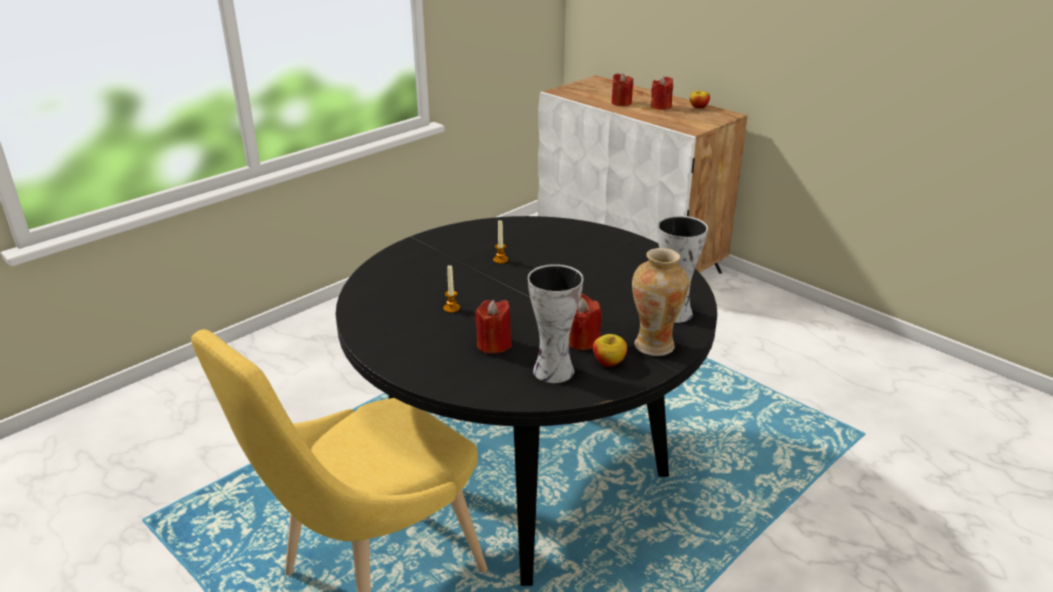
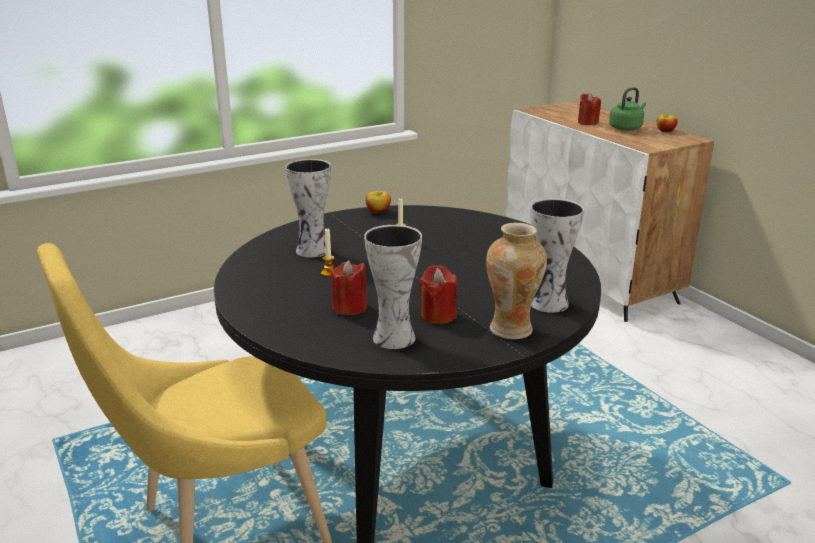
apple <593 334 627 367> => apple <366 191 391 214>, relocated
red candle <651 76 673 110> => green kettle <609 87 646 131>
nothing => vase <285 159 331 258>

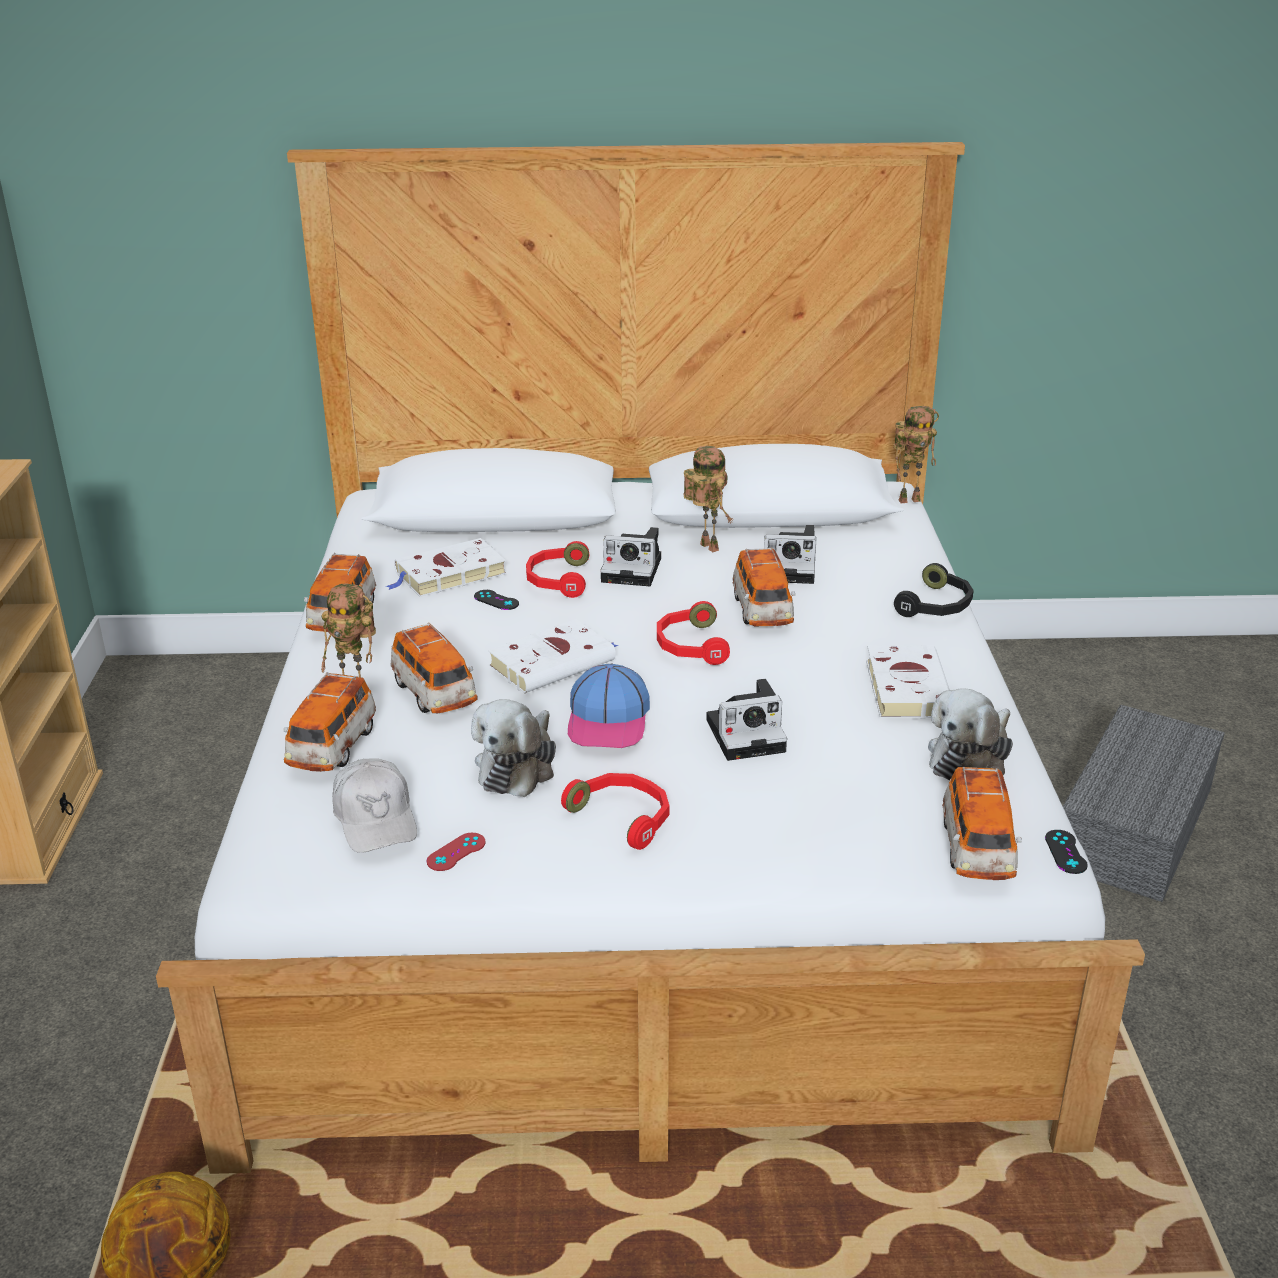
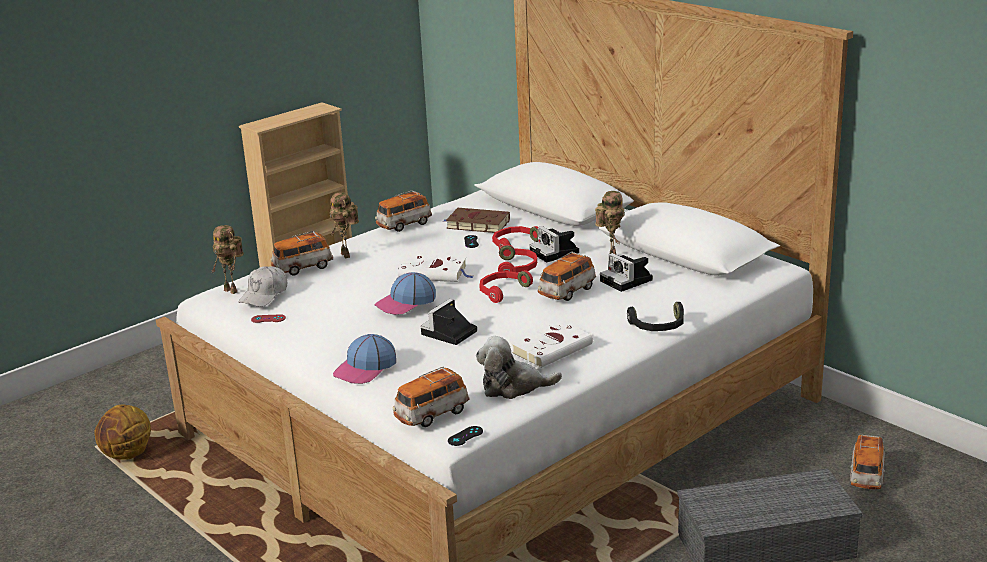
white book <386 538 507 597> => brown book <444 208 510 233>
toy car <391 622 478 714> => toy car <850 435 885 490>, relocated
plush toy <471 699 556 797> => nothing
red headphones <561 773 669 850> => red headphones <498 244 537 273>, relocated
photo camera <706 679 787 761> => photo camera <421 299 477 345>, 90 degrees clockwise
toy robot <894 406 939 503> => toy robot <211 225 244 294>, relocated
nothing => cap <333 334 396 384>

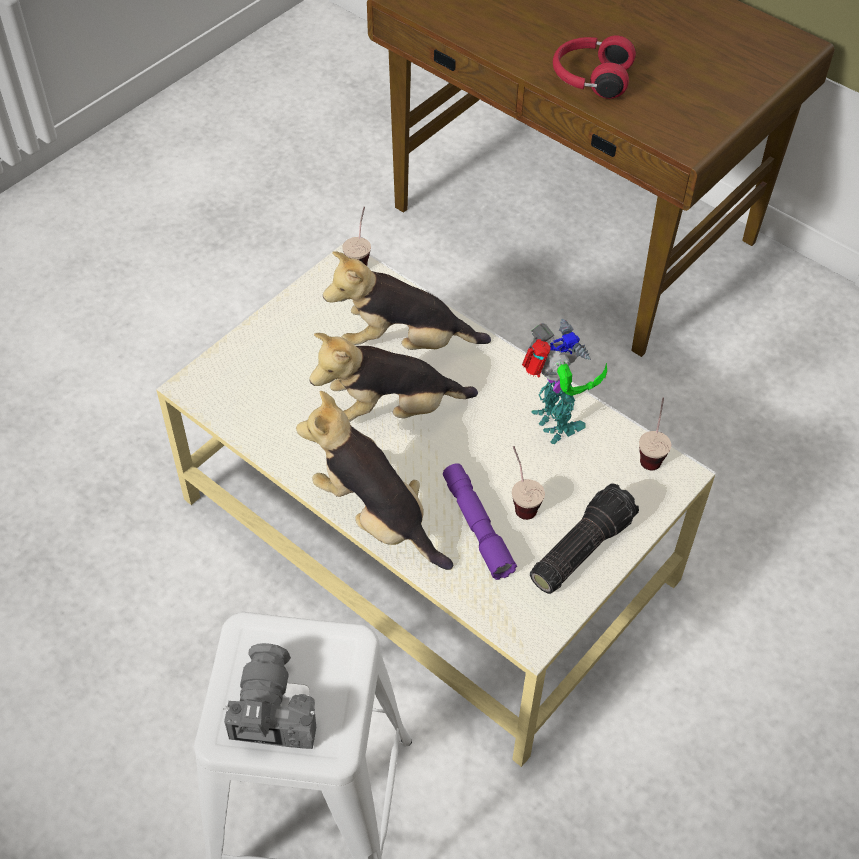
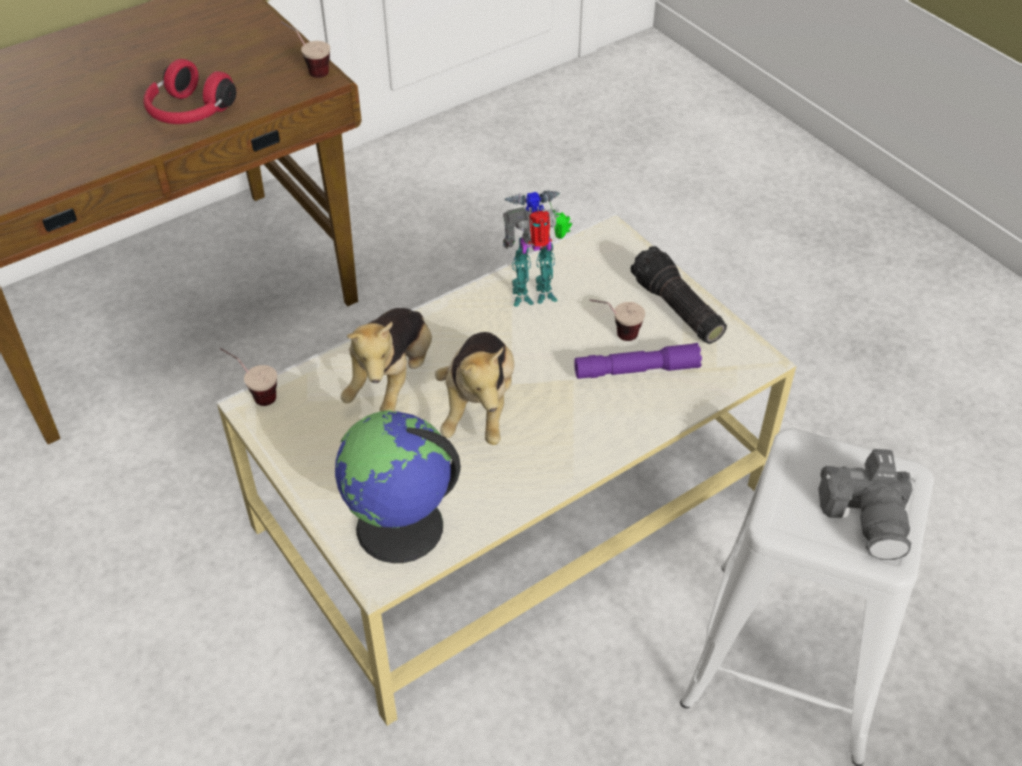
photo camera <223 643 316 749> => photo camera <818 449 915 560>, 105 degrees counterclockwise
plush toy <296 391 453 570> => nothing
cup <639 397 671 470> => cup <281 21 330 78>, relocated
nothing => globe <335 410 461 563>

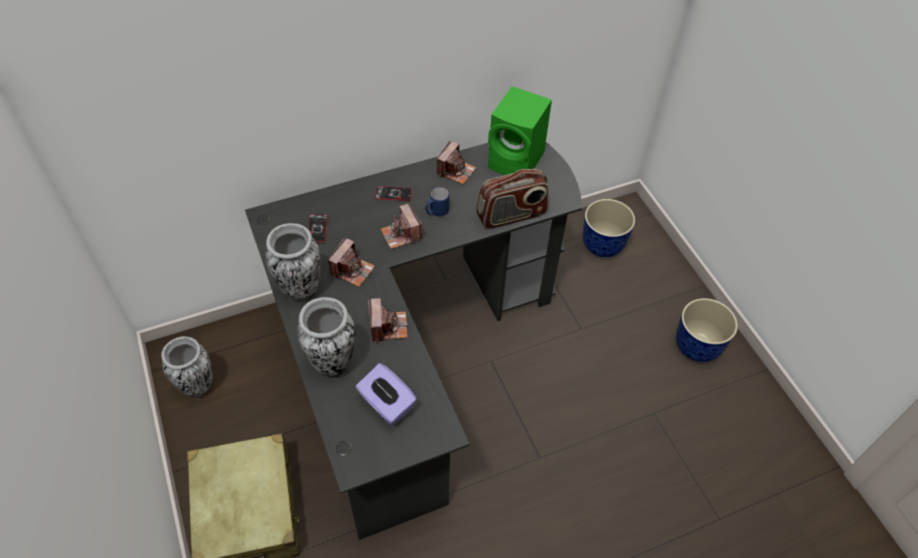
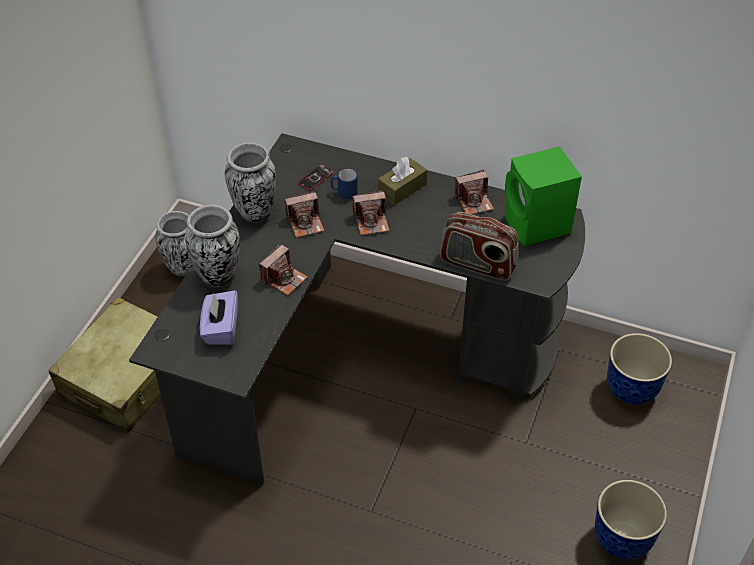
phone <375 186 412 201> => brown tissue box <378 157 427 205>
photo camera <381 204 423 249> => photo camera <352 190 389 235>, 120 degrees counterclockwise
blue mug <425 187 449 216> => blue mug <331 169 358 199>, relocated

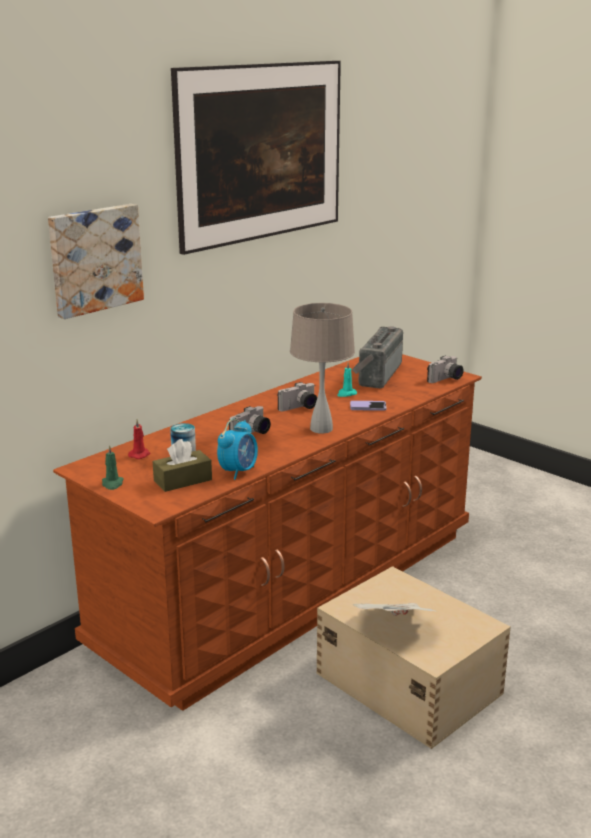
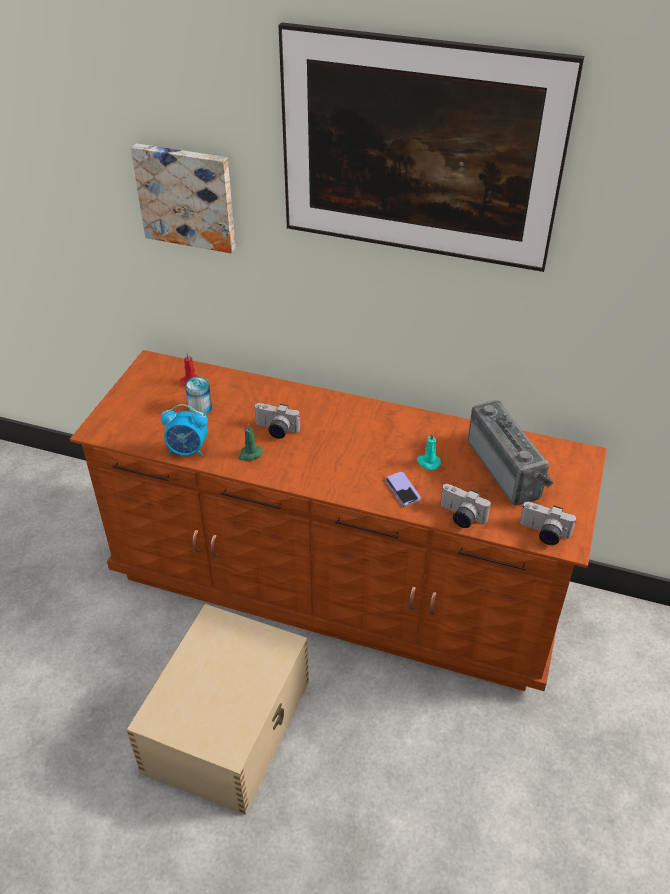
green candle <102 445 124 490> => green candle <238 423 263 461>, relocated
brown tissue box <153 439 212 492> => nothing
photo camera <277 382 317 411> => photo camera <441 484 491 528>, relocated
beige table lamp <290 303 355 433> => nothing
radio <352 326 403 388> => radio <468 400 554 505>, 75 degrees clockwise
newspaper <353 603 435 616> => nothing

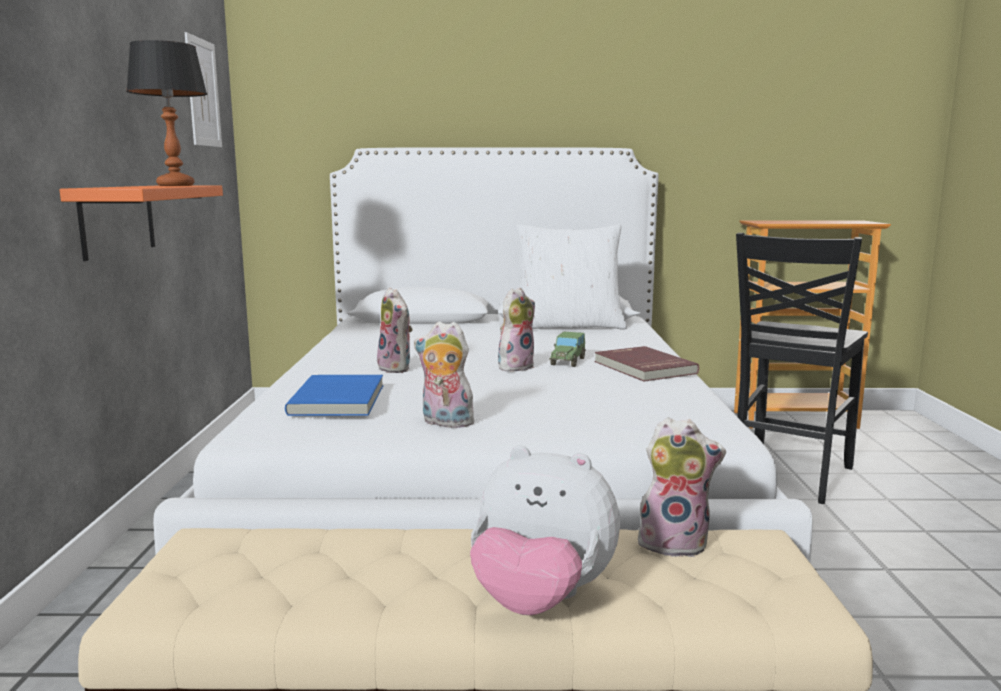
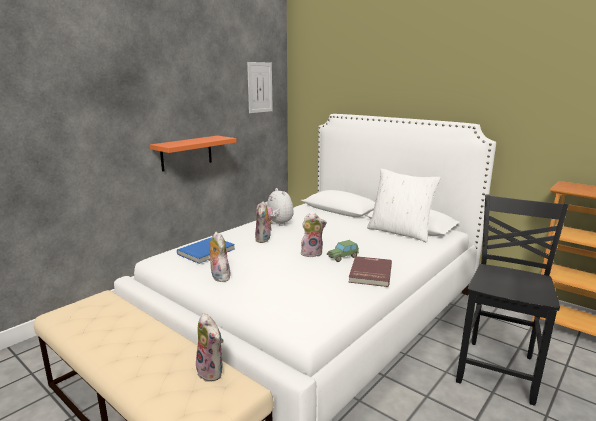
table lamp <126 40 207 186> => nothing
plush toy <470 445 620 615> => plush toy <256 188 294 226>, relocated
black chair <736 233 868 504> => black chair <456 195 569 406>, 135 degrees clockwise

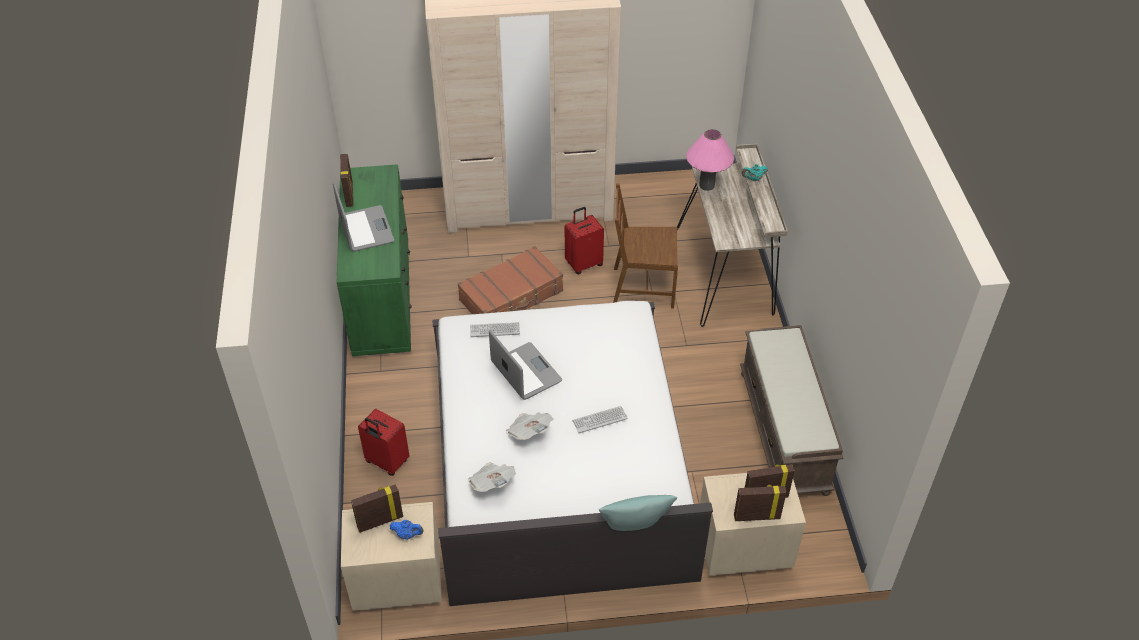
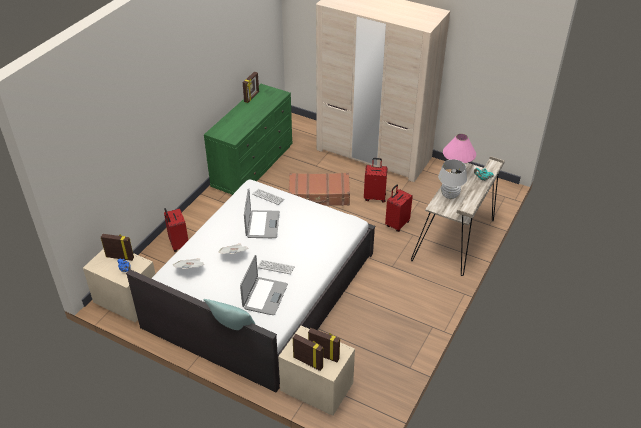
laptop <333 182 394 252> => laptop <240 255 288 315>, relocated
brown chair <613 183 678 308> => red suitcase <385 185 413 232>
brown bench <740 325 844 496> => nothing
nothing => white table lamp <438 159 467 199>

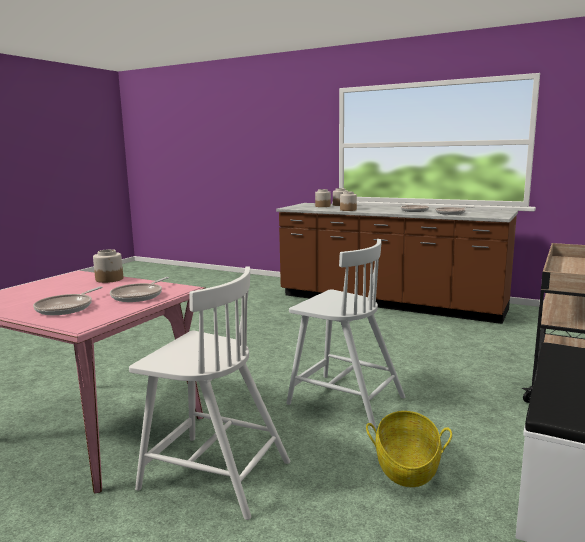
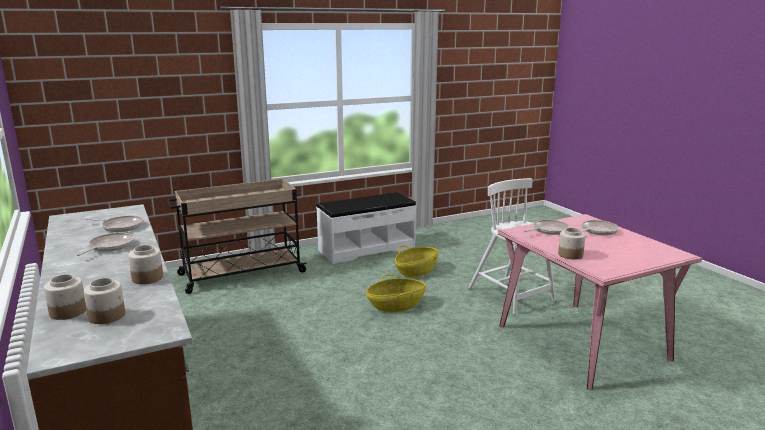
white chair <286 239 405 429> => basket <366 274 426 312>

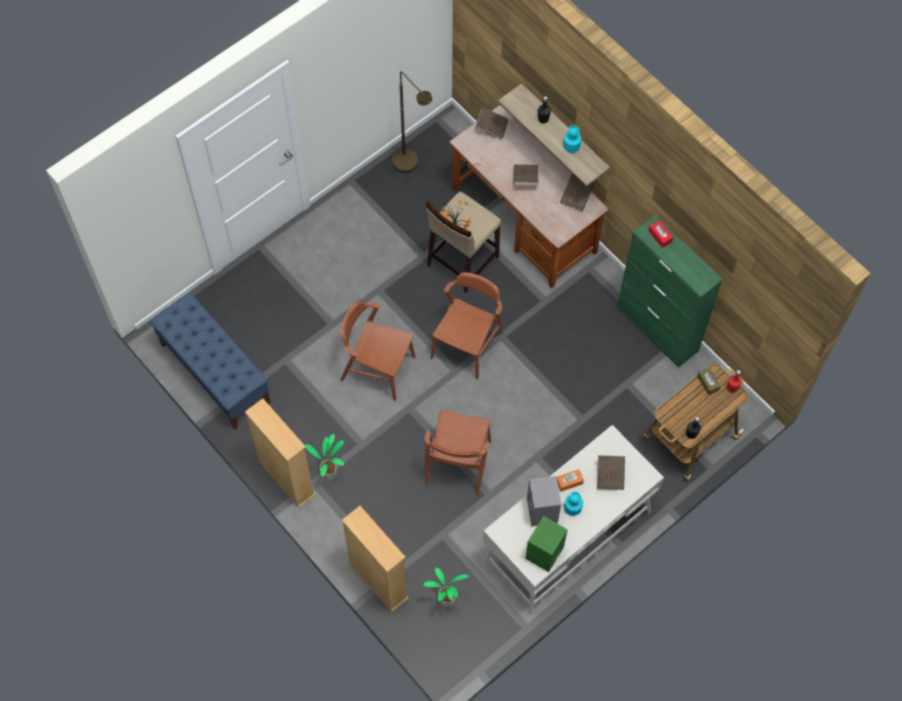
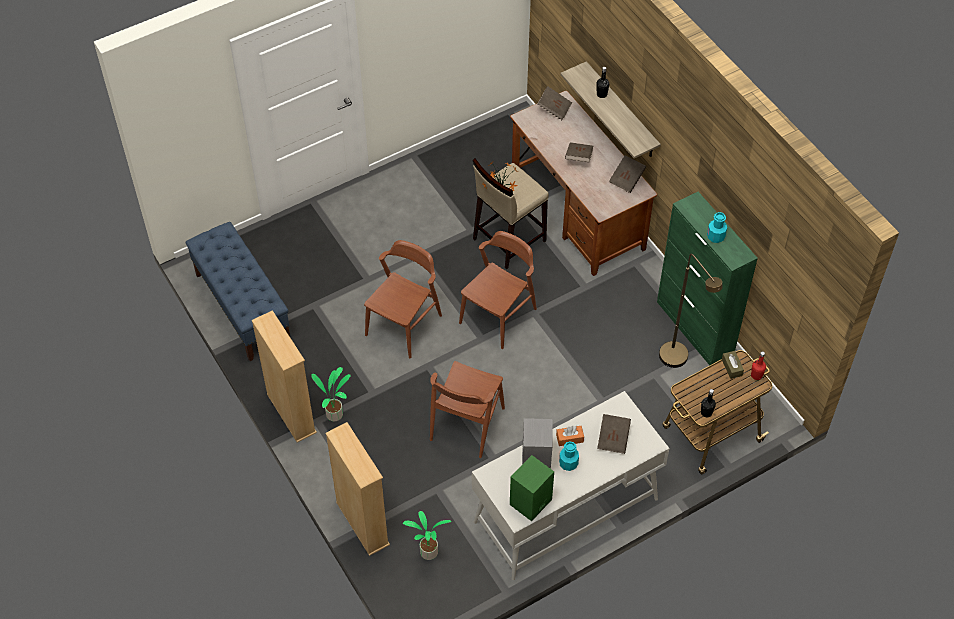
brown chair <341 301 415 401> => brown chair <364 240 442 358>, 90 degrees clockwise
brown floor lamp <392 72 432 173> => brown floor lamp <659 253 723 368>, relocated
turquoise bottle <563 126 581 153> => turquoise bottle <707 212 727 243>, relocated
red tissue box <649 220 673 248> => nothing

